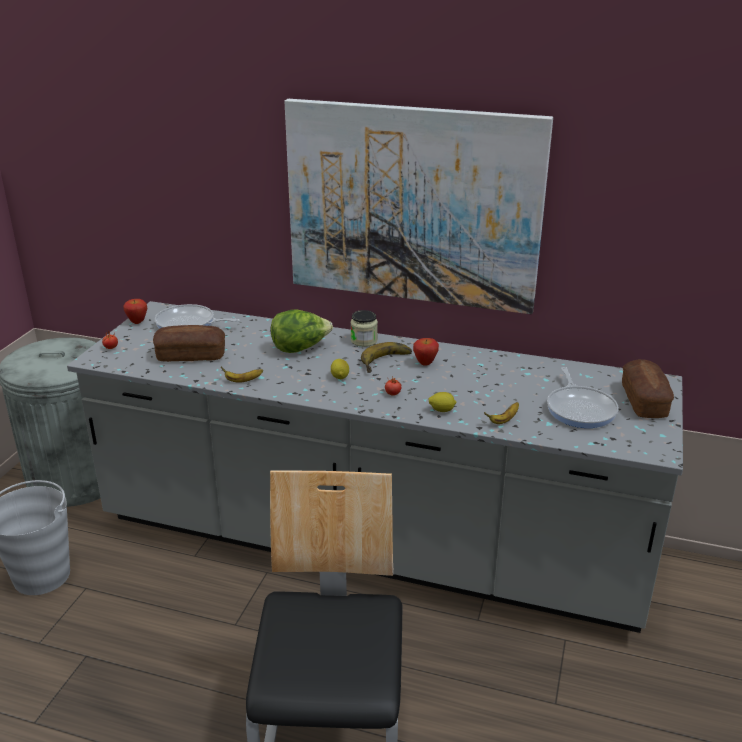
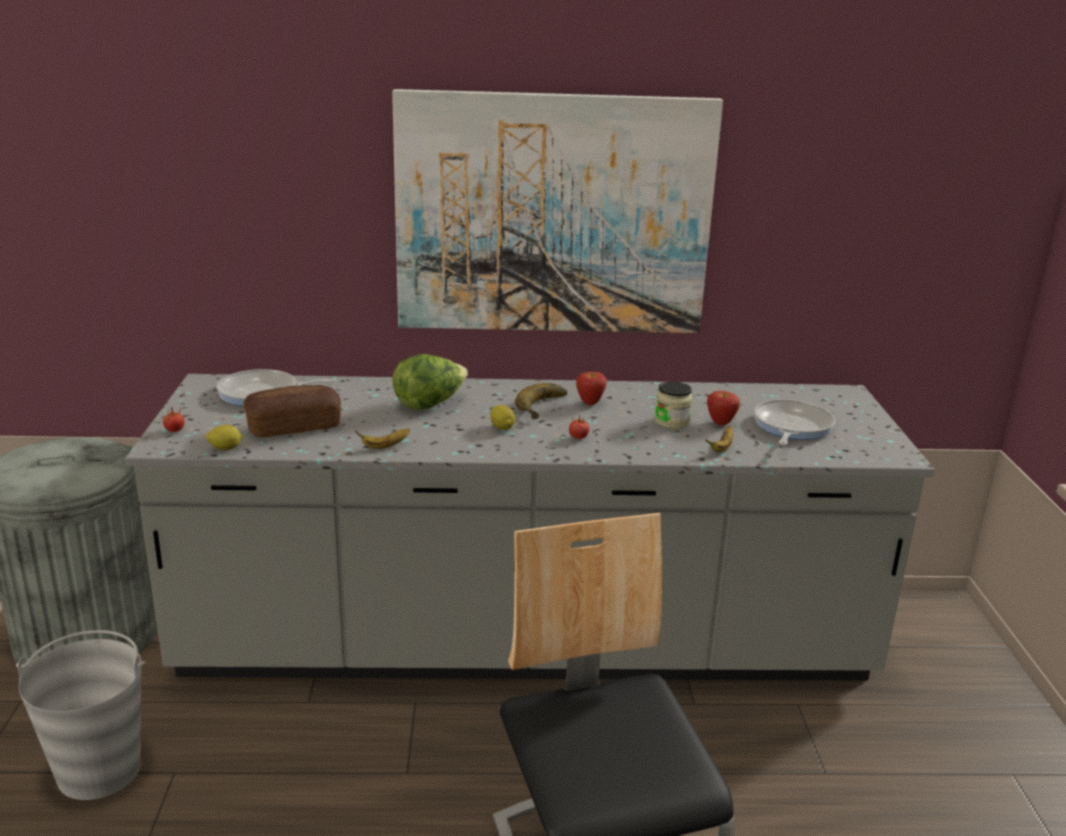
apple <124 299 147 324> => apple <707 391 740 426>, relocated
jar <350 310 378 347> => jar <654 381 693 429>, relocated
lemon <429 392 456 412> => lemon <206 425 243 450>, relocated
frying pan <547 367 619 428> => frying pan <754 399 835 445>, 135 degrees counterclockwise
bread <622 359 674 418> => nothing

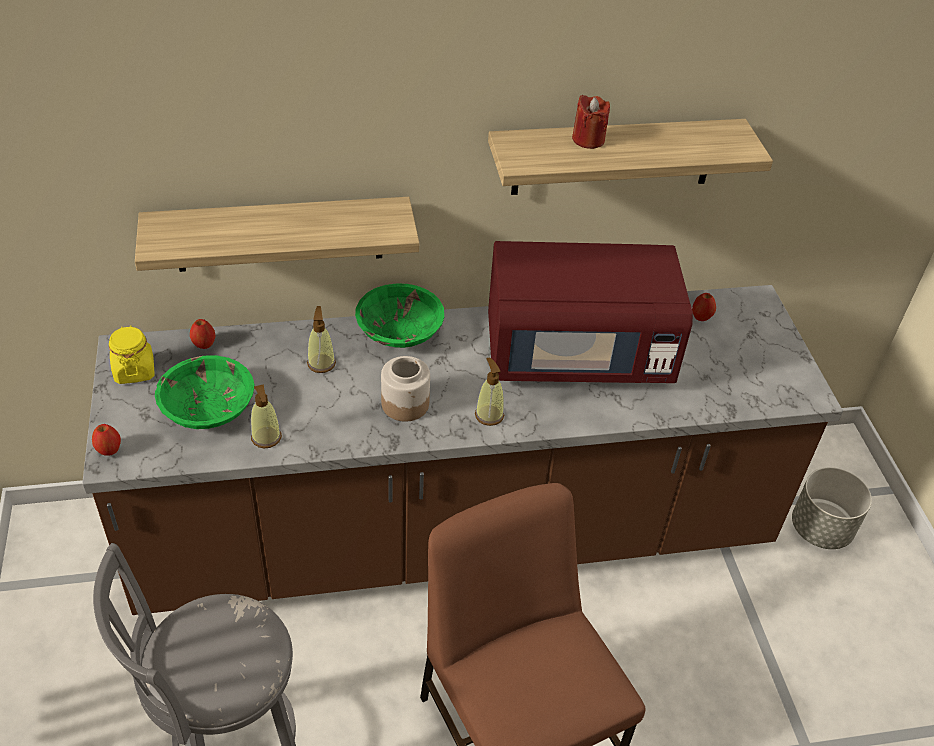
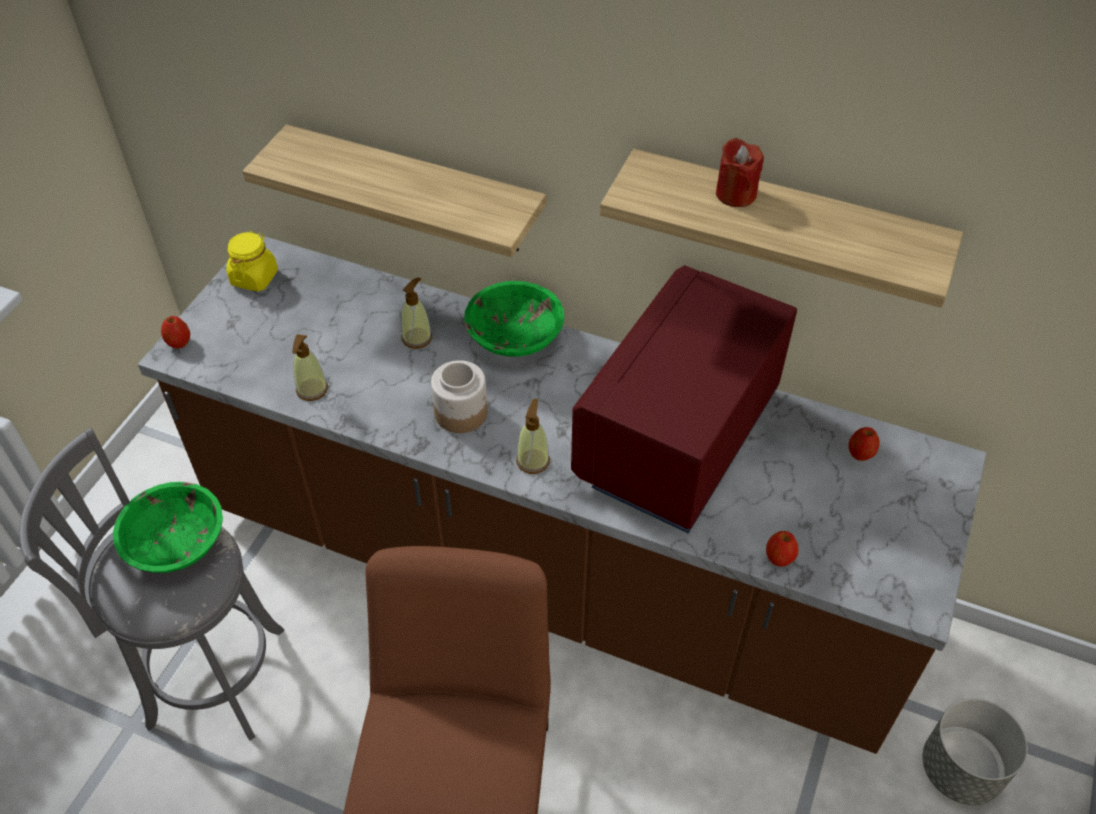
green bowl <155 355 254 429> => green bowl <113 482 223 573>, relocated
apple <190 319 215 349> => apple <766 531 799 567>, relocated
red microwave <488 241 693 383> => red microwave <571 265 797 534>, 90 degrees clockwise

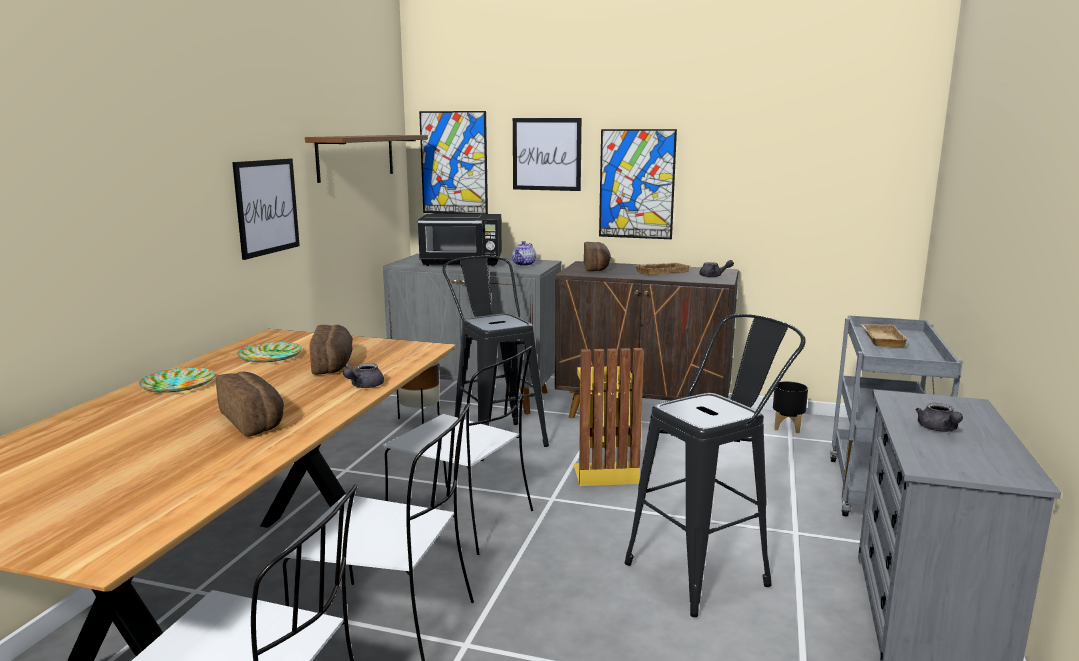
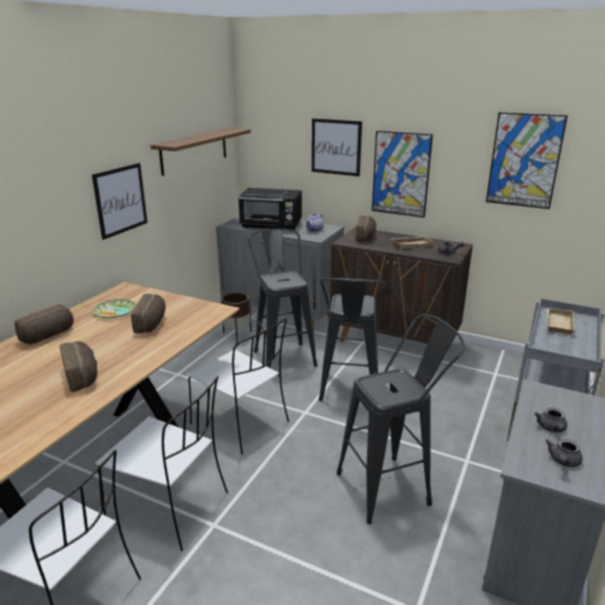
plate <139 367 215 393> => bread <14 304 74 344>
grey teapot <343 363 384 388> => grey teapot <546 439 583 467>, relocated
picture <419 111 488 214> => picture <486 112 568 209>, relocated
yellow trash can <573 348 644 486> => black stool <319 278 387 401>
black planter <773 381 808 433> => nothing

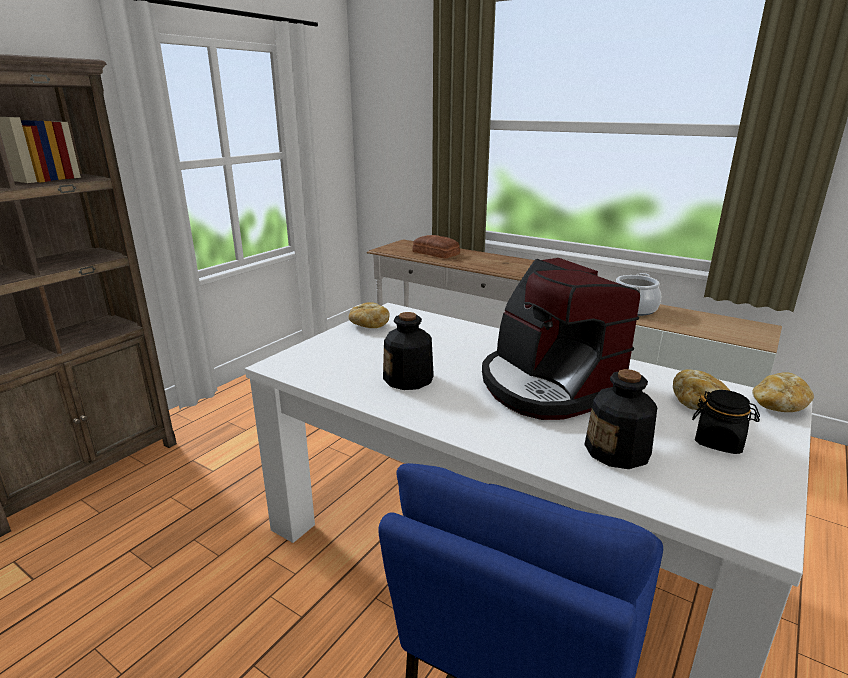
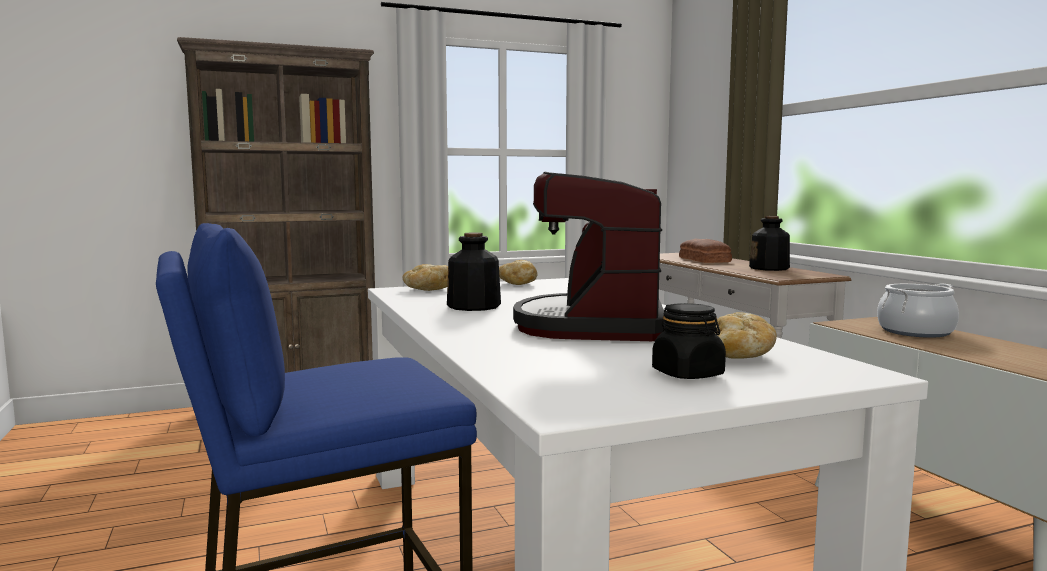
bottle <584 369 657 469> => bottle <749 216 790 271>, relocated
bread <752 372 814 412> => bread <403 264 448 291>, relocated

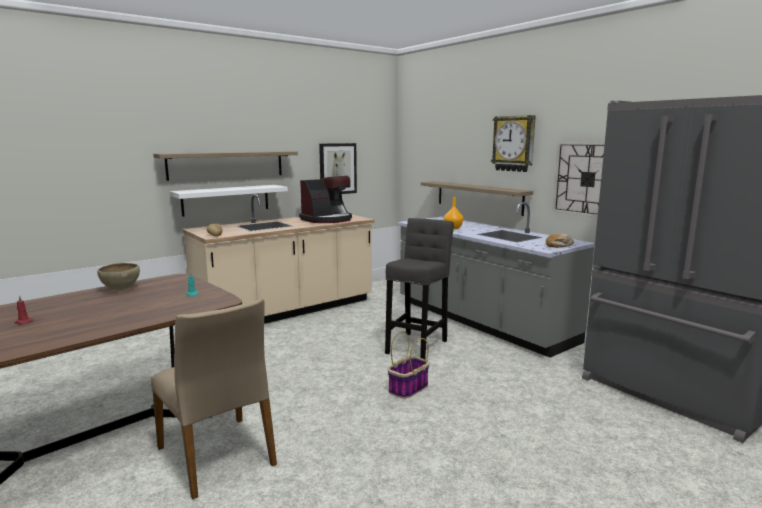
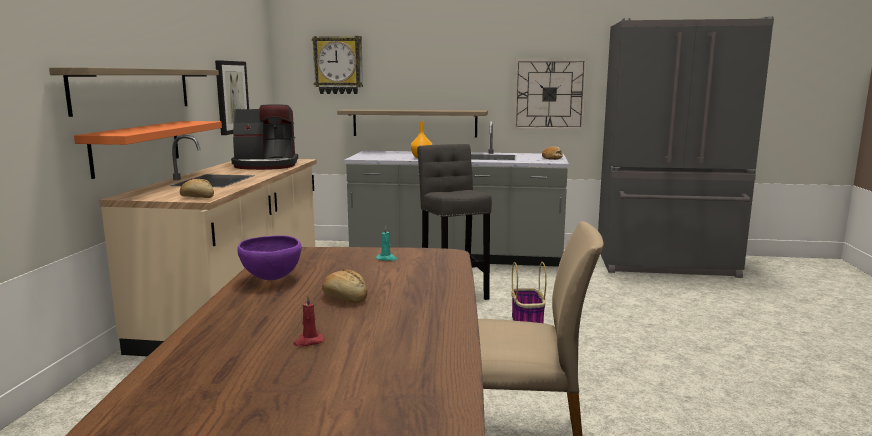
brown bowl <97 263 140 290> => purple bowl <237 235 302 280>
white shelf <170 185 288 217> => orange shelf <74 121 222 179>
coffee machine <299 176 352 223> => coffee machine <231 104 298 170>, 75 degrees clockwise
wall clock <491 115 536 172> => wall clock <312 36 363 94>, relocated
nothing => bread <322 269 367 304>

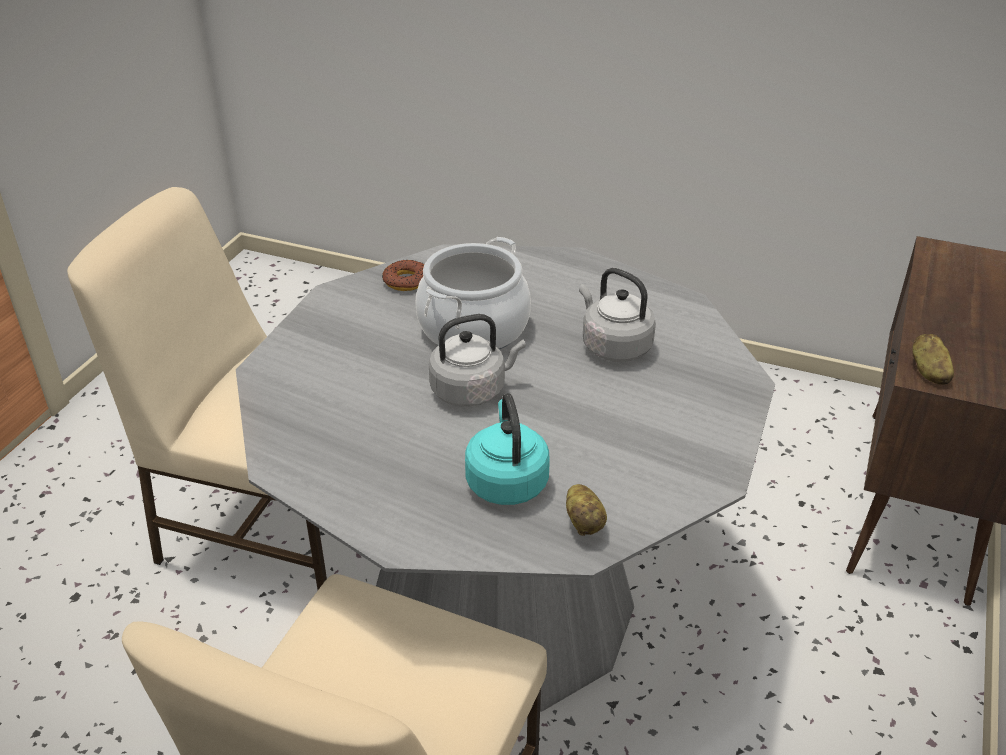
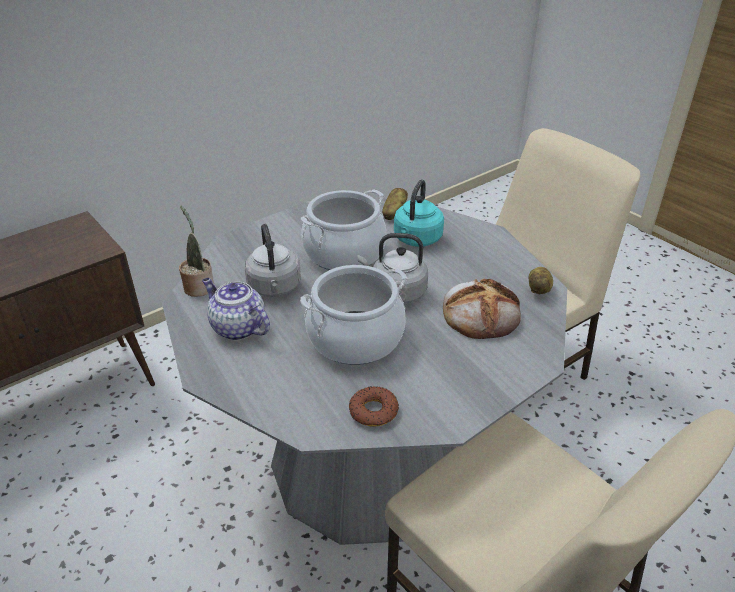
potato <912 334 954 385> => potato <529 267 553 294>, relocated
nothing => potted plant <179 205 214 297>
nothing => teapot <202 278 270 341>
nothing => cooking pot <300 189 386 270>
nothing => bread <443 279 521 339>

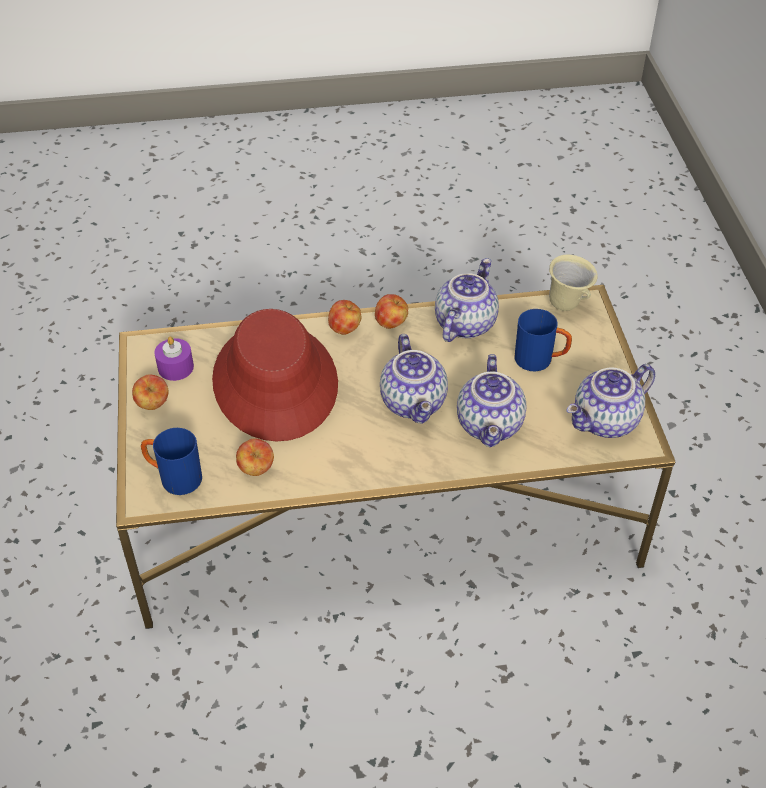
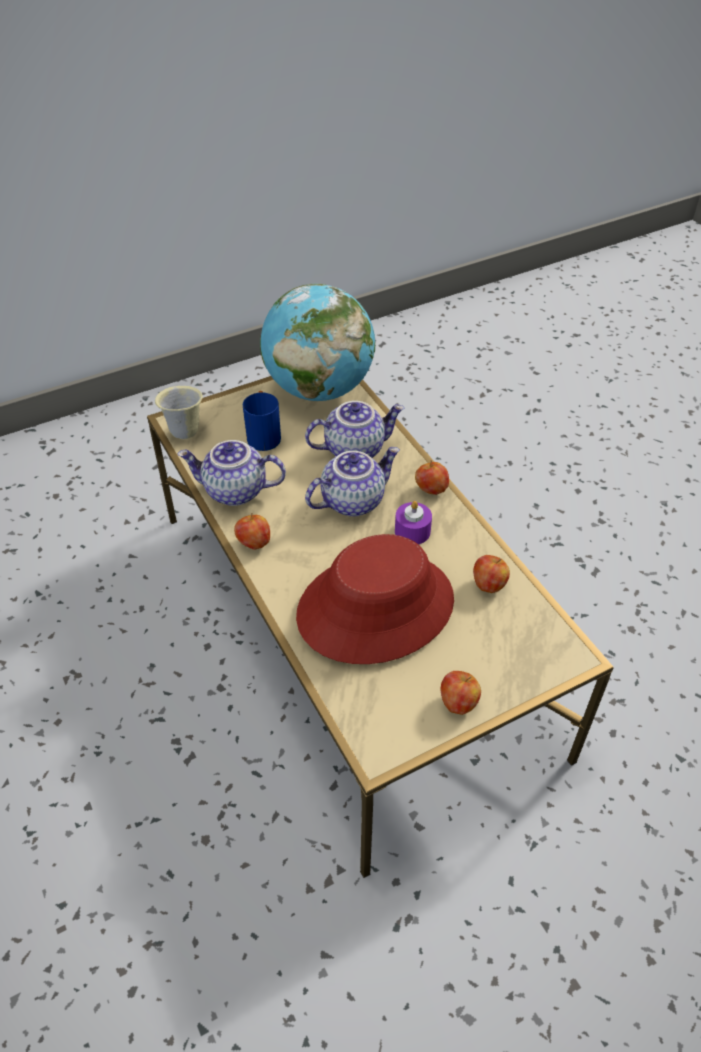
blue mug <141 428 202 495> => nothing
purple candle <155 337 194 381> => purple candle <395 501 432 544>, relocated
apple <328 300 362 335> => apple <415 461 449 495>, relocated
teapot <566 364 655 438> => globe <260 284 375 401>

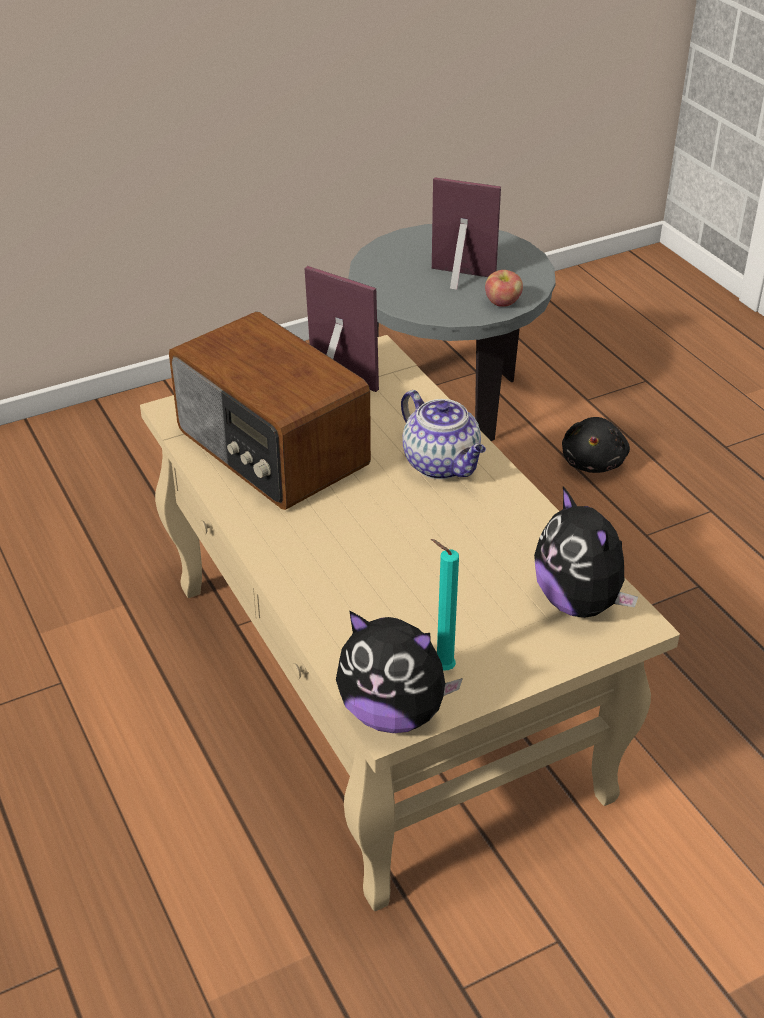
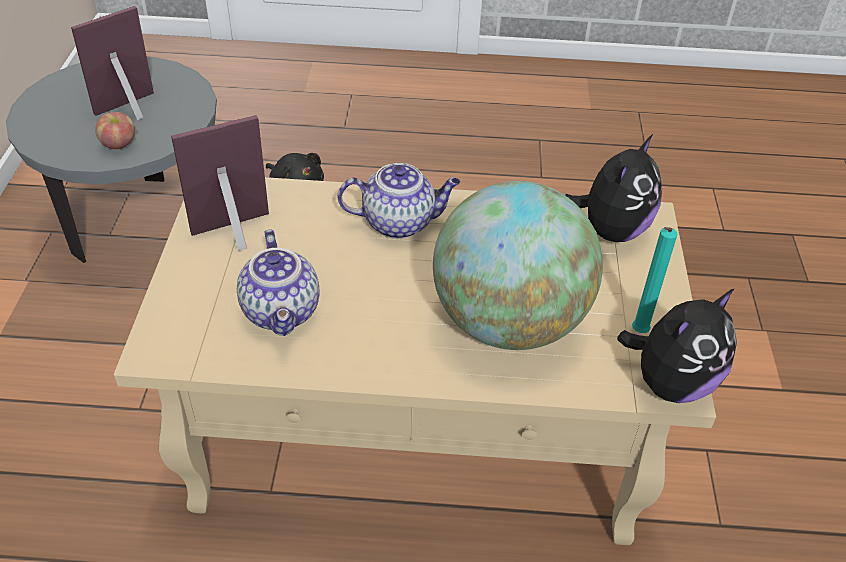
radio <169 312 371 510> => teapot <237 229 319 336>
apple <485 270 523 307> => apple <95 112 135 149>, relocated
plush toy <534 486 638 618> => plush toy <565 134 662 242>, 60 degrees counterclockwise
nothing => globe <433 181 603 350>

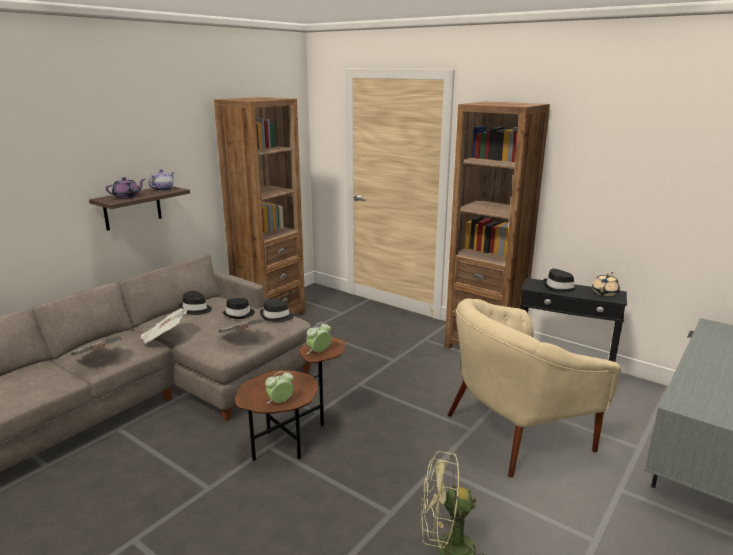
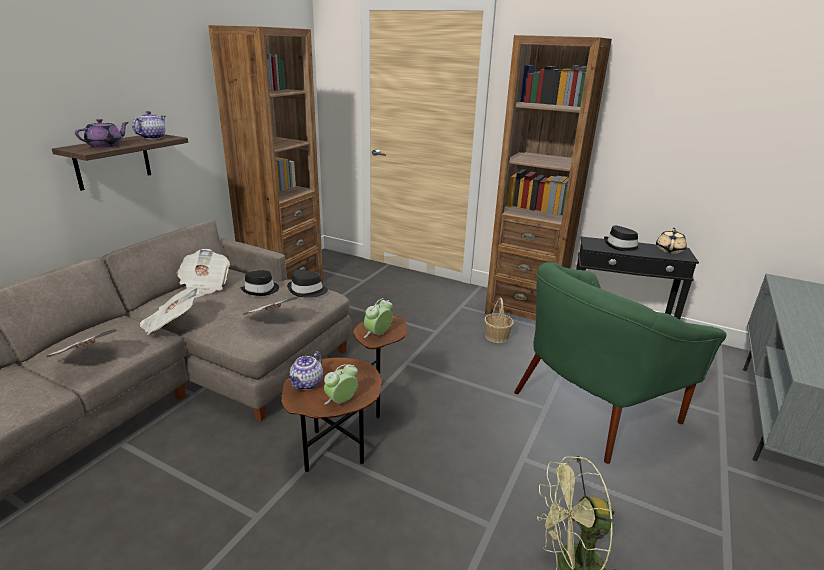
black hat <179 291 212 315> => newspaper <177 249 230 298>
beige armchair <448 298 621 478> => green armchair <514 262 726 464>
nothing => teapot <288 351 323 390>
nothing => basket <484 297 514 343>

